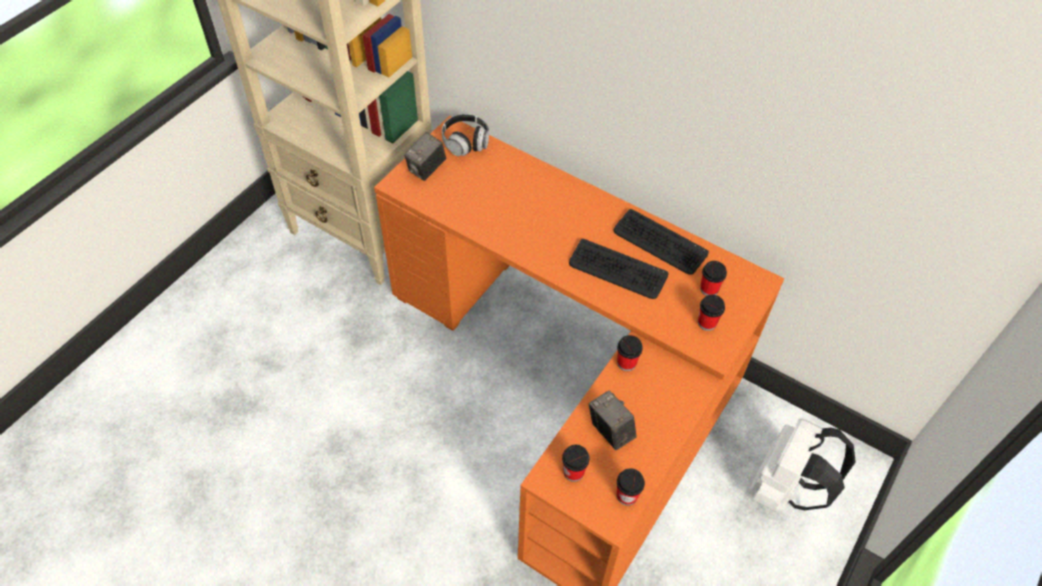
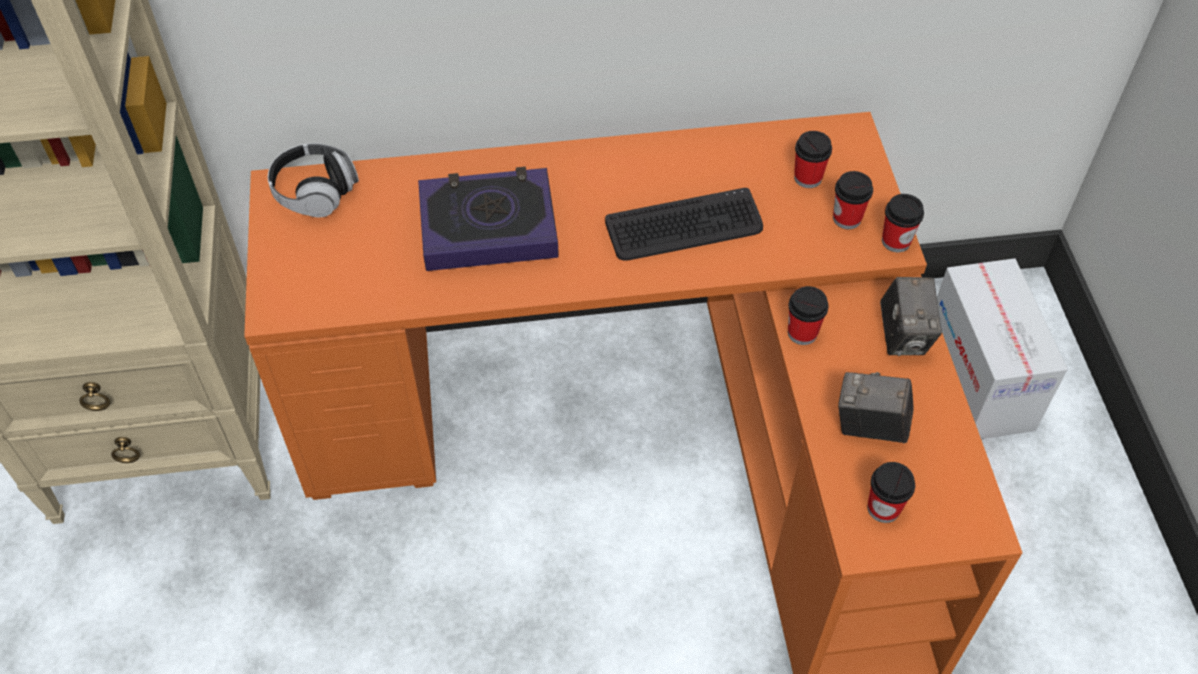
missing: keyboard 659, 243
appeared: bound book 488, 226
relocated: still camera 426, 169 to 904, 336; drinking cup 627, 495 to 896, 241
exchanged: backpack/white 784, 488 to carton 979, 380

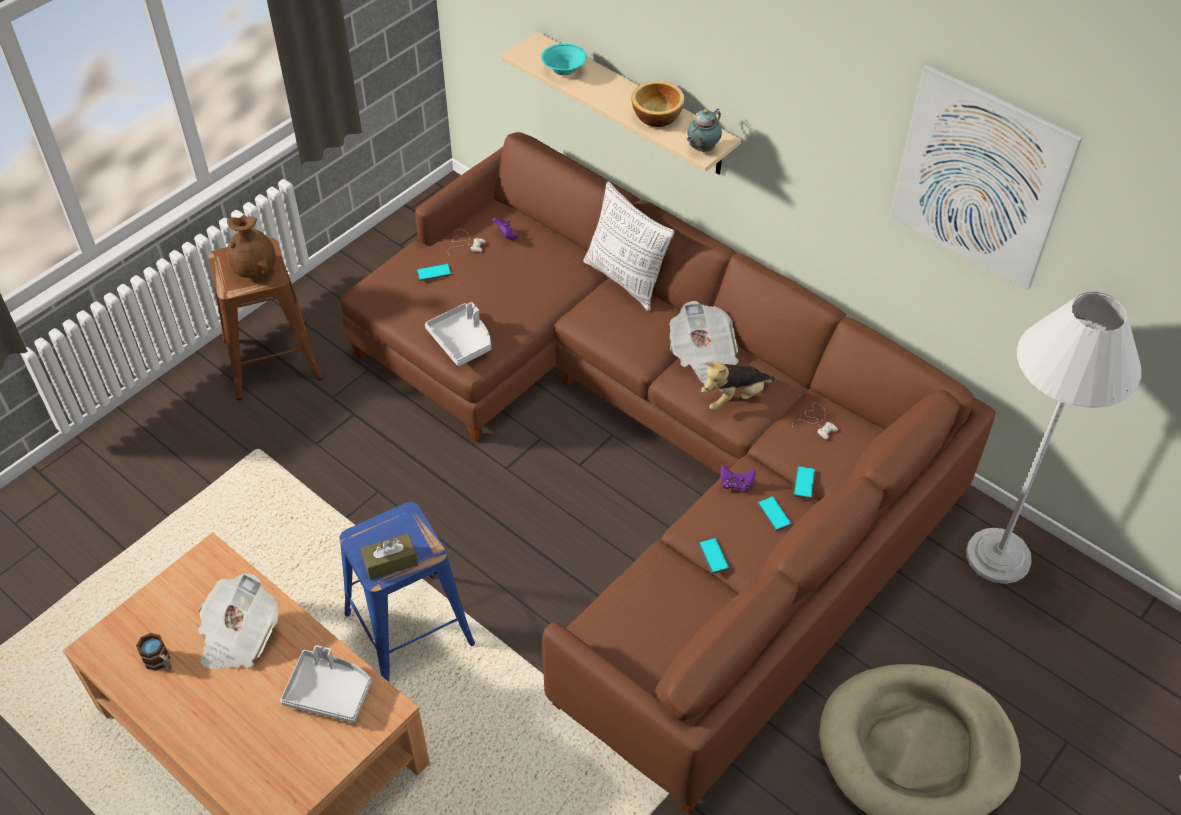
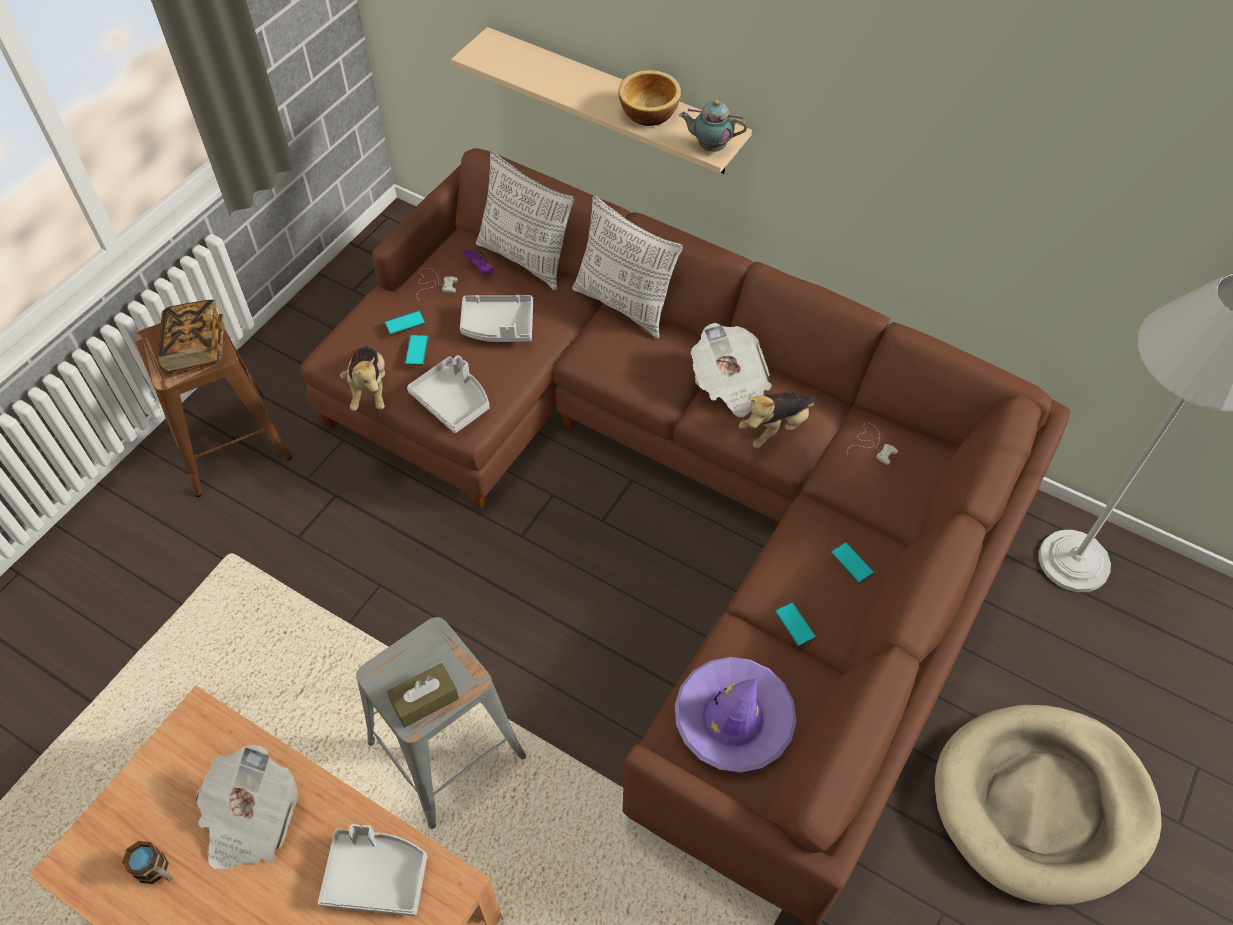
missing: bowl/turquoise-coloured 564, 71; game controller/purple 736, 484; picture 980, 178
appeared: plush toy 369, 389; carrying tray/greyish 498, 326; throw pillow 525, 259; clothing hat/purple 733, 719
relocated: telephone 804, 483 to 417, 351
exchanged: flower vase/brown-coloured 256, 269 to bound book 195, 348
colour: stool/bluish 408, 628 to stool/greyish 446, 748
spun: tea pot 701, 149 = 710, 147 75 degrees clockwise

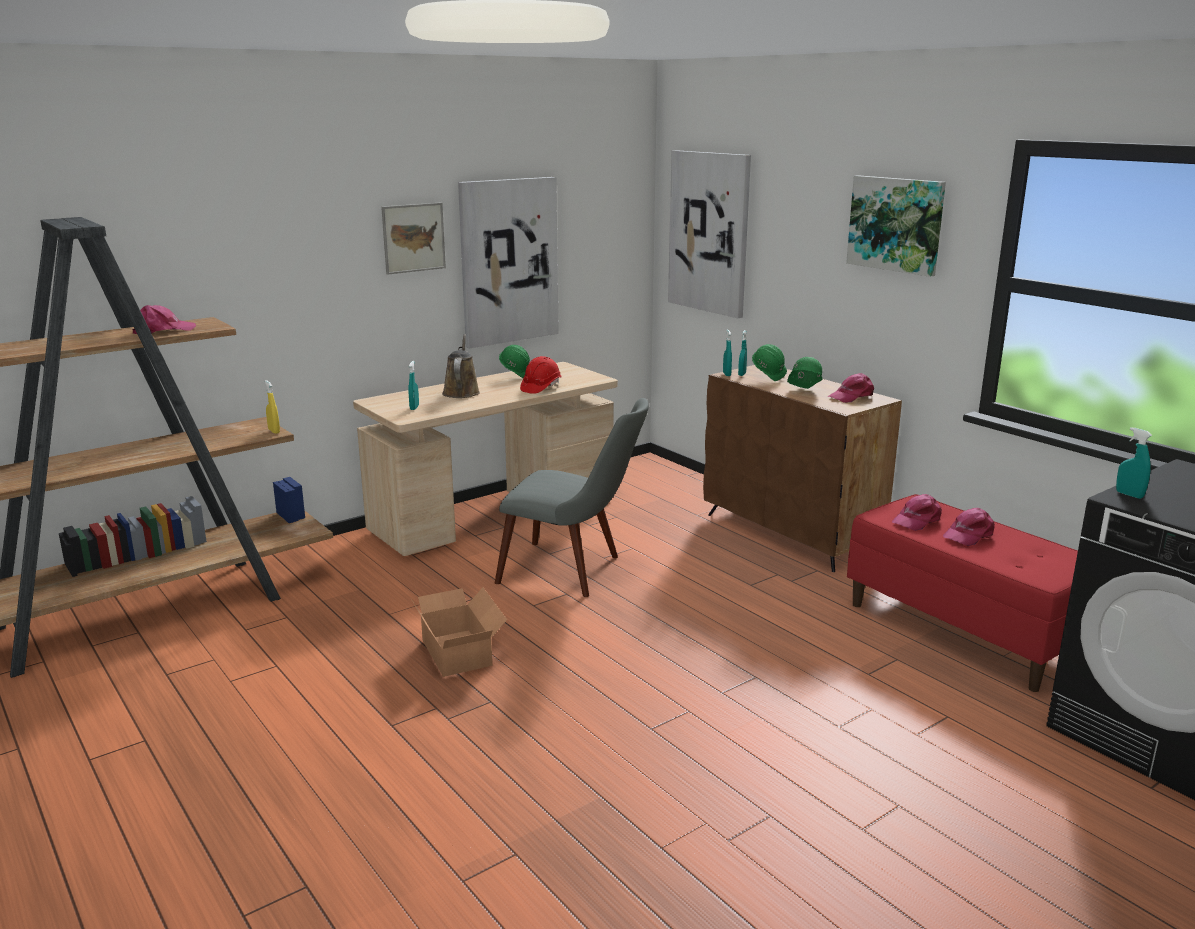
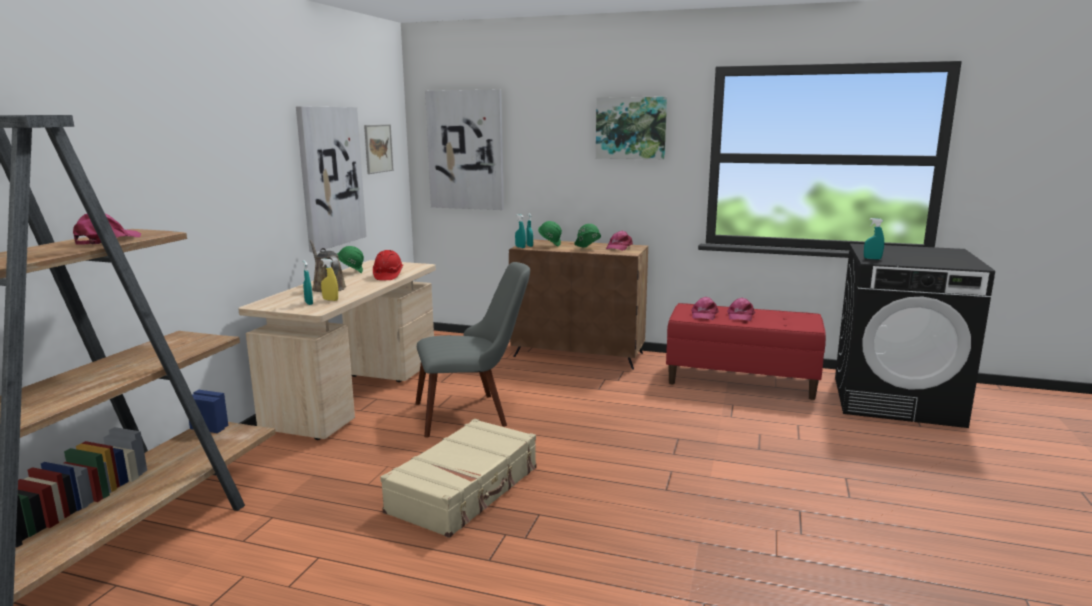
relocated: sprayer/yellow-coloured 274, 431 to 330, 300; picture 413, 238 to 378, 148
exchanged: carton 459, 651 to travel case/sand-coloured 465, 490

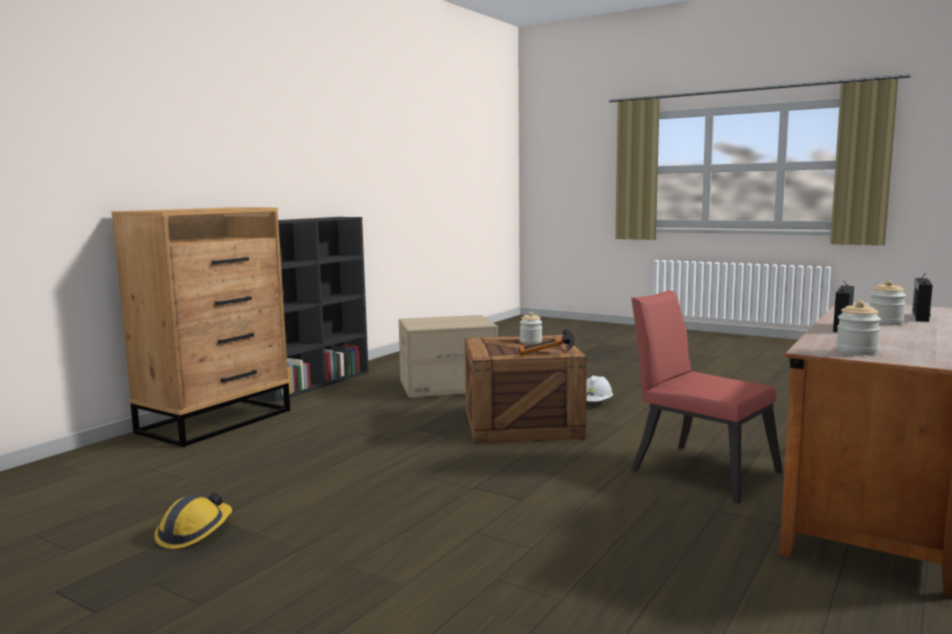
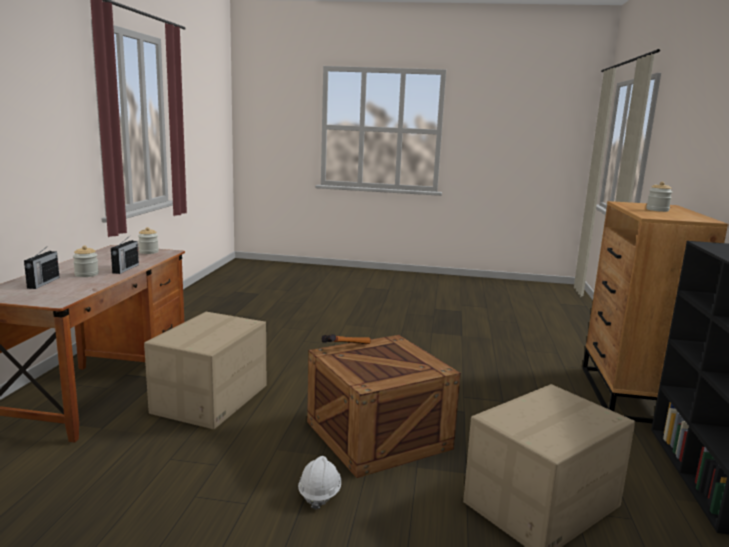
missing: safety helmet 194, 531
relocated: preserve jar 531, 342 to 657, 210
exchanged: upright chair/red-coloured 698, 469 to carton 211, 399

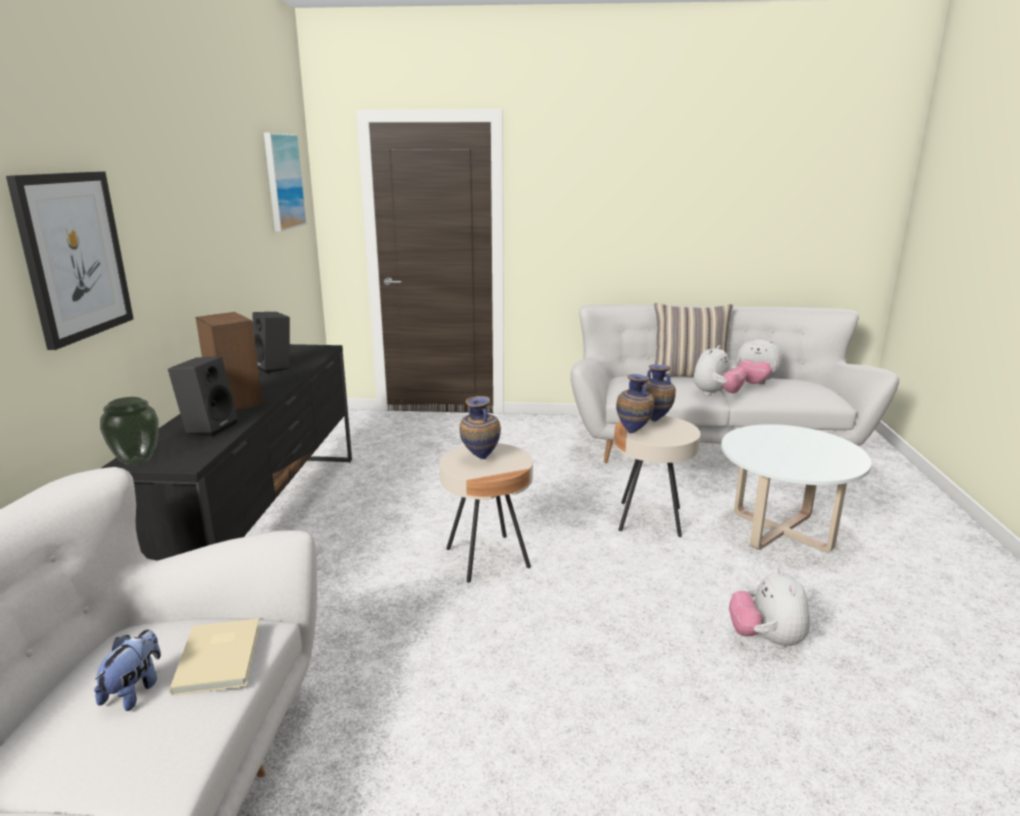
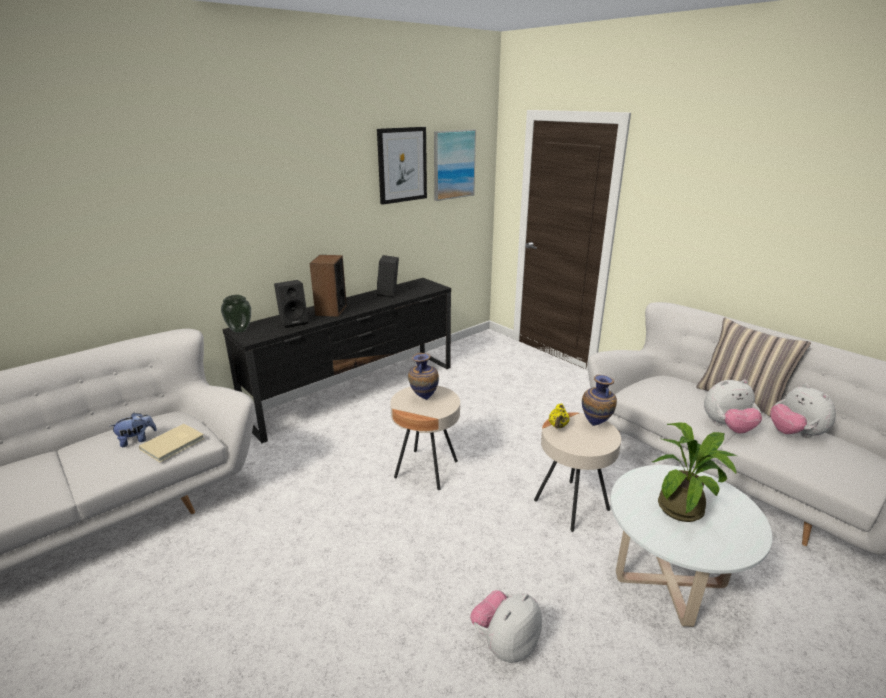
appeared: potted plant 685, 507
relocated: picture 73, 256 to 402, 165
exchanged: flower vase 634, 432 to tea pot/yellow-coloured 558, 426

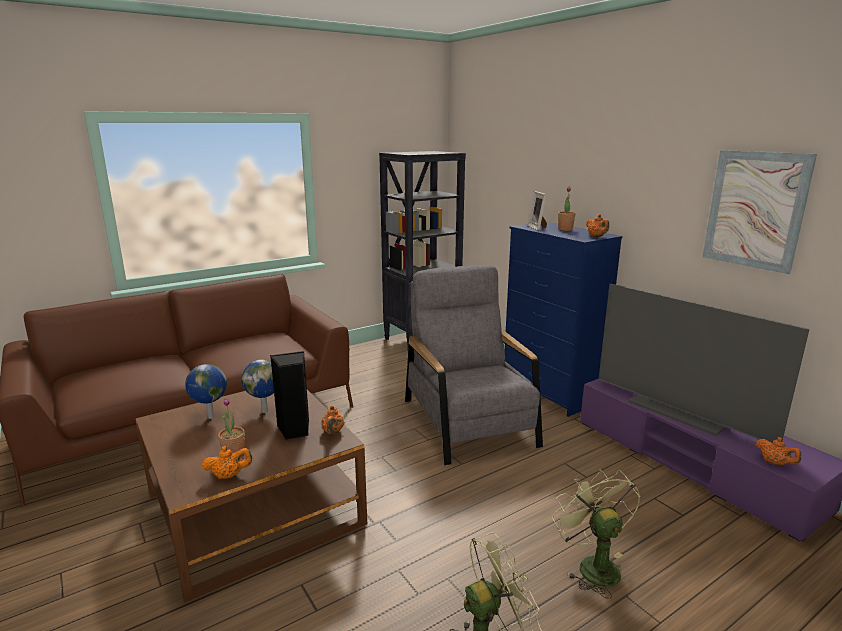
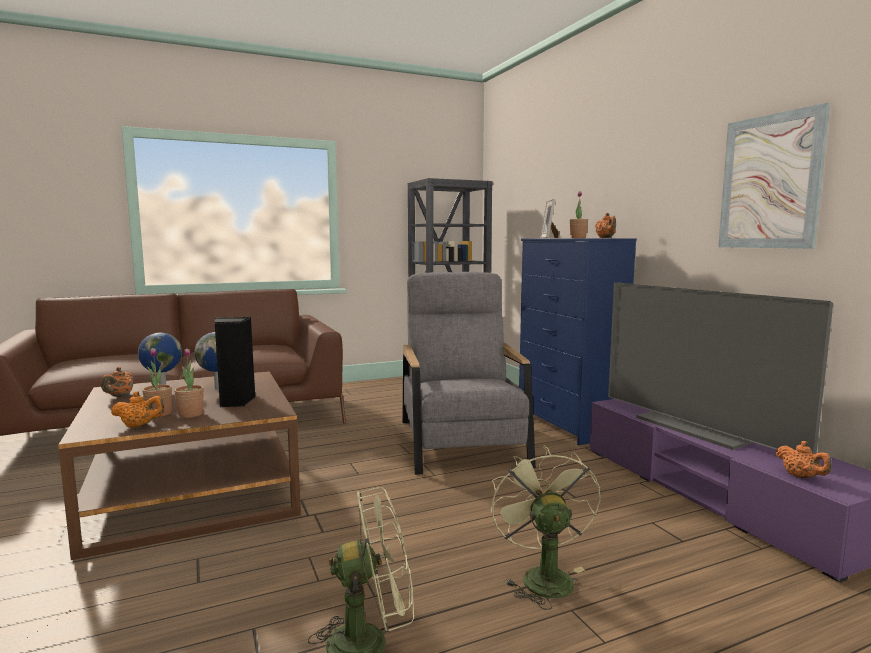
appeared: potted plant 190, 414
relocated: tea pot/orangey 333, 432 to 120, 396

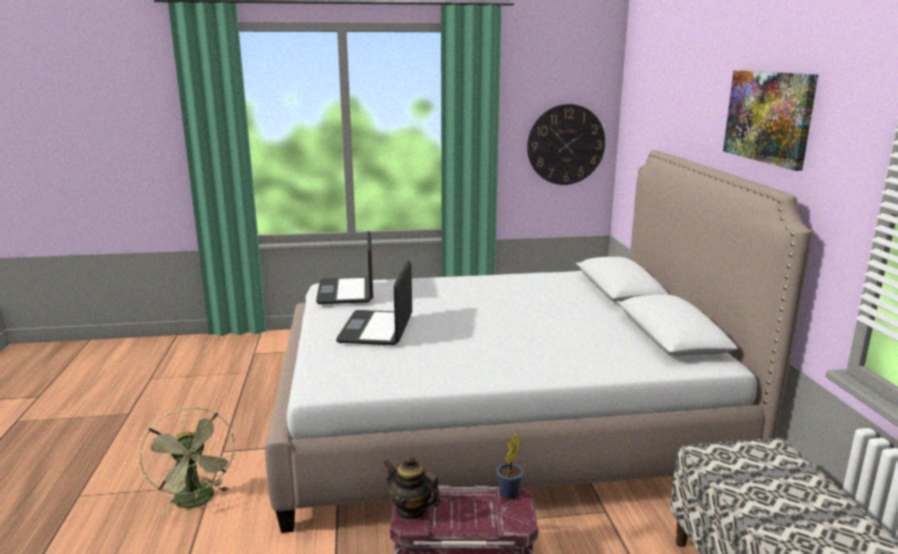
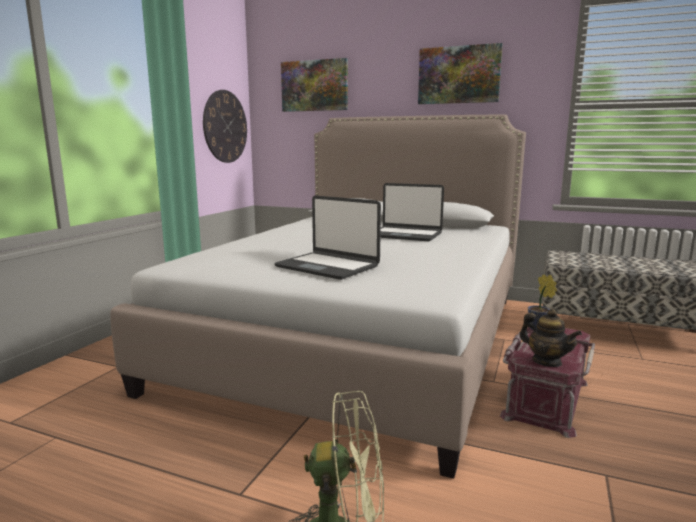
appeared: picture 314, 86
relocated: portable computer 347, 292 to 405, 235
spun: tea pot 411, 510 = 546, 361 105 degrees counterclockwise

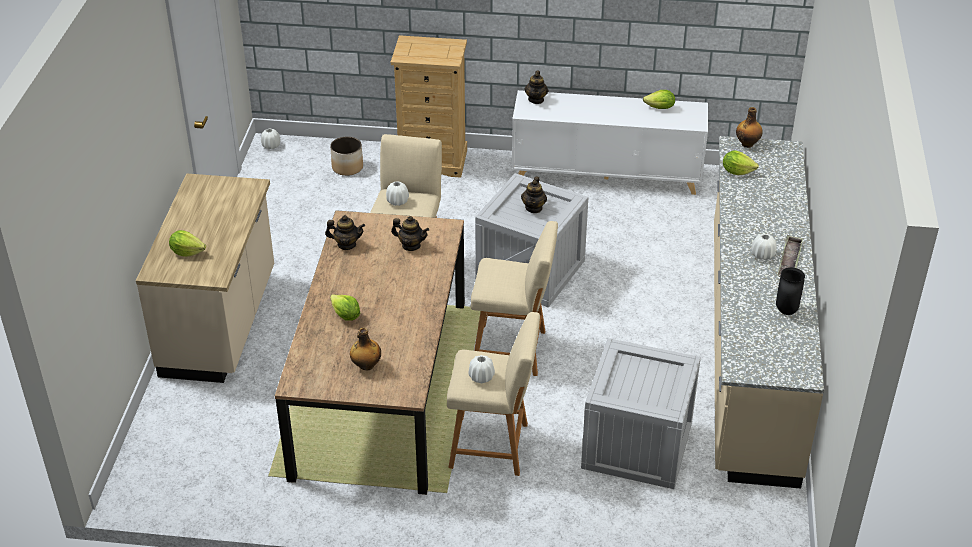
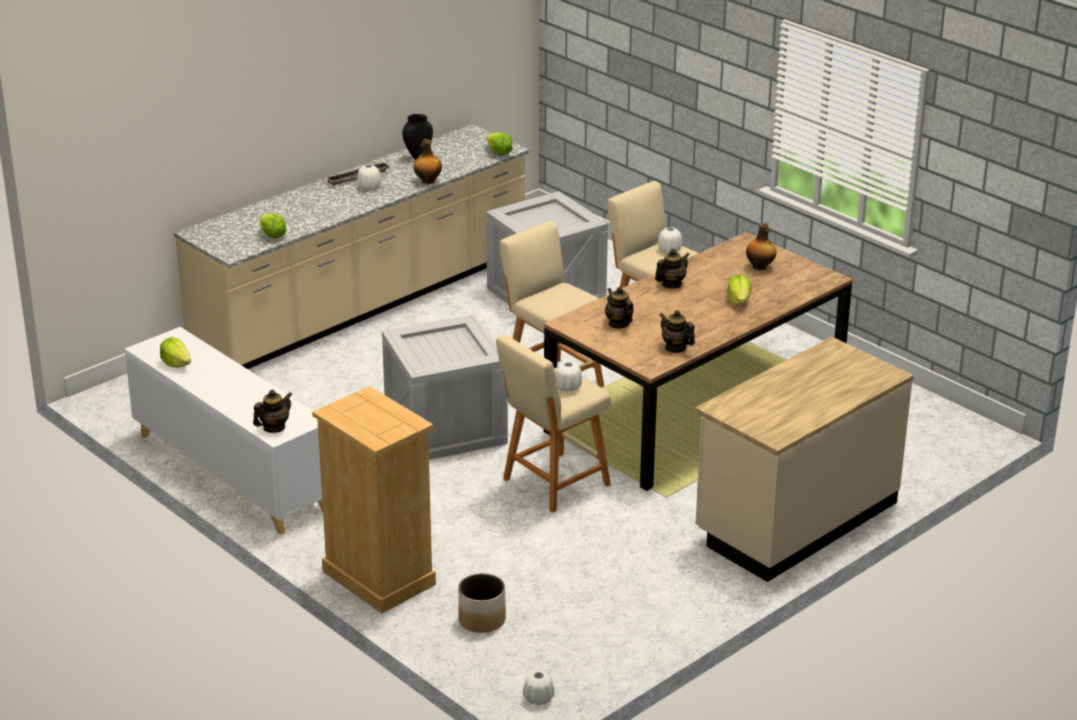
relocated: lettuce head 187, 252 to 499, 153; tea pot 534, 208 to 671, 284; bottle 747, 144 to 427, 181

